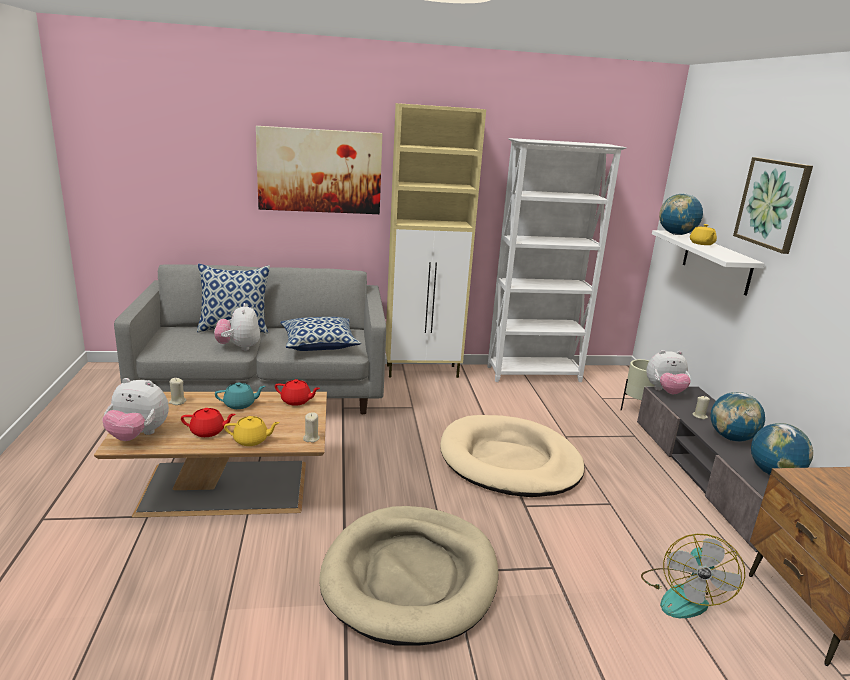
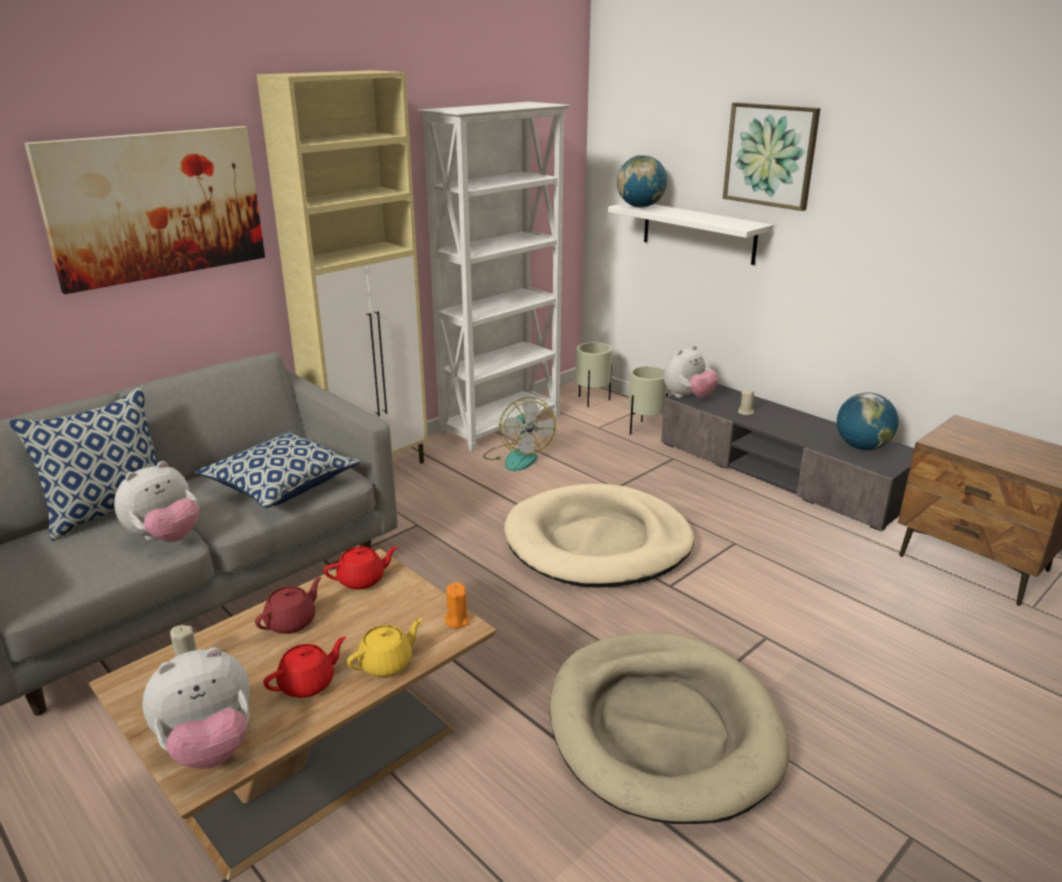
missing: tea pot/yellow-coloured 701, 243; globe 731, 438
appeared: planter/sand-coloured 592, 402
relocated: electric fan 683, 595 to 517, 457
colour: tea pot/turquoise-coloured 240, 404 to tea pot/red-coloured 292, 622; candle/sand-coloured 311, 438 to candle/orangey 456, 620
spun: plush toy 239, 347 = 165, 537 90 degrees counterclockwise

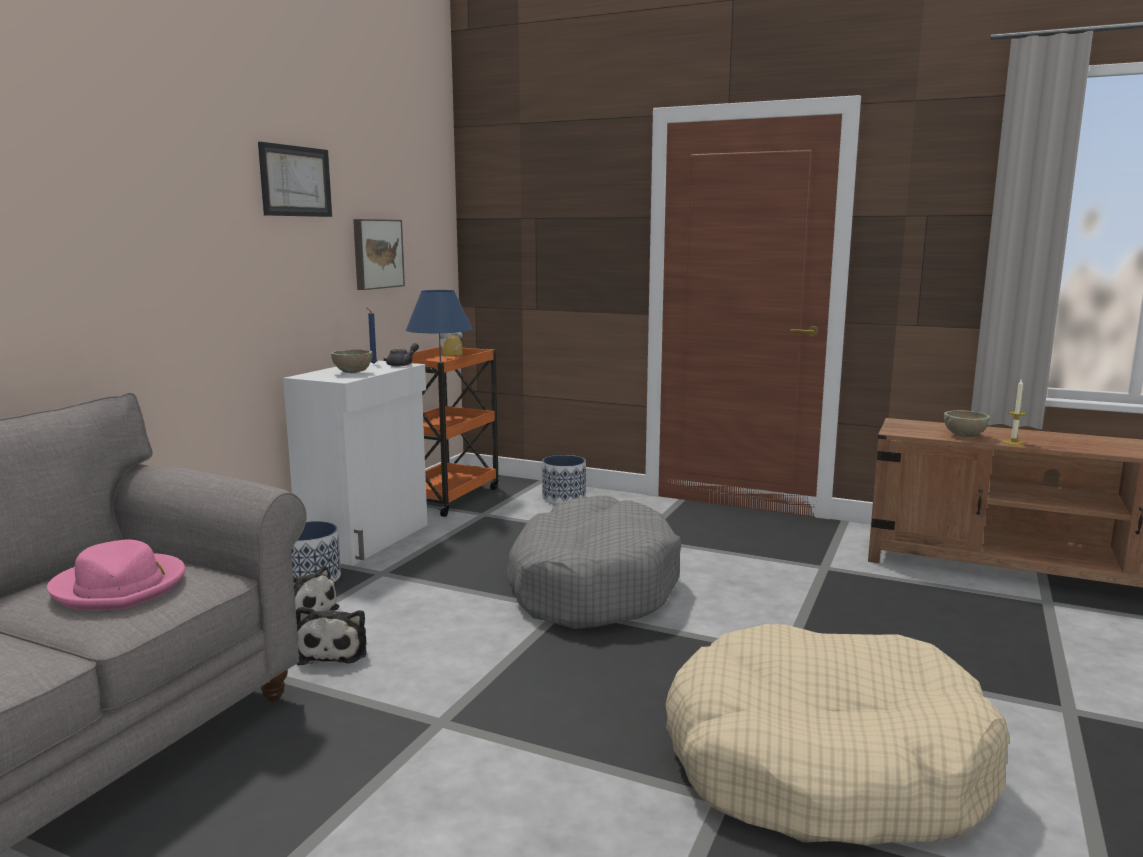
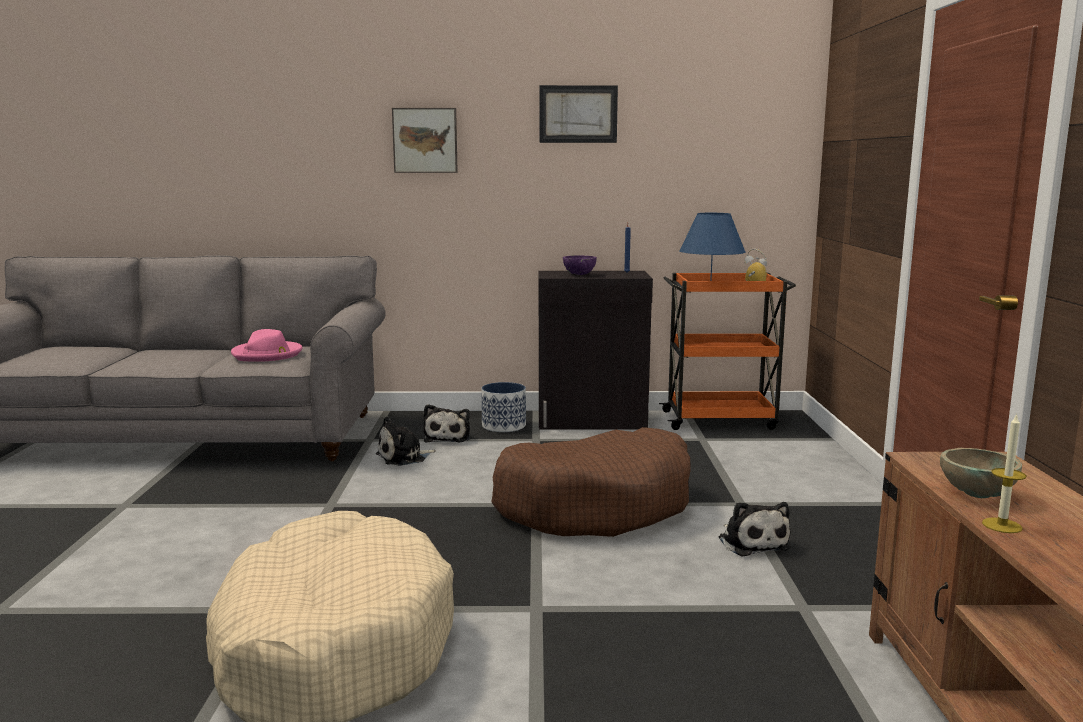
missing: tea pot/greyish 403, 364; planter 564, 498
appeared: plush toy 752, 542
relocated: picture 376, 253 to 425, 140
colour: cupboard/white 367, 539 to cupboard/black-coloured 592, 421; bowl/sand-coloured 353, 373 to bowl/purple 579, 275; dog bed/greyish 591, 586 to dog bed/brown-coloured 595, 505

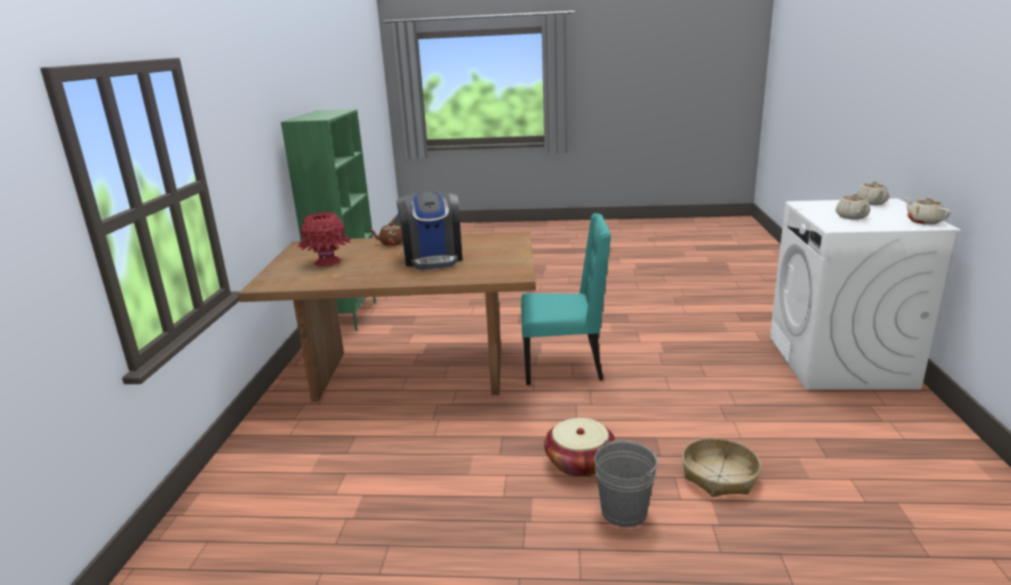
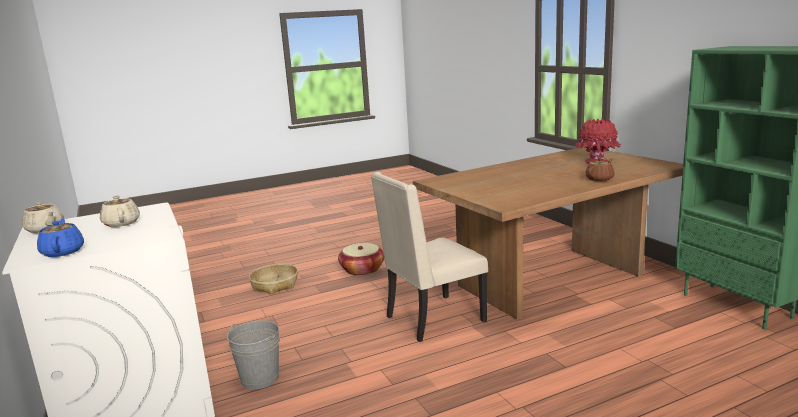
missing: coffee brewer 433, 258
relocated: water bucket/greyish 624, 511 to 259, 378
colour: upright chair/turquoise-coloured 564, 366 to upright chair/sand-coloured 432, 319; tea pot/sand-coloured 871, 203 to tea pot/bluish 63, 252

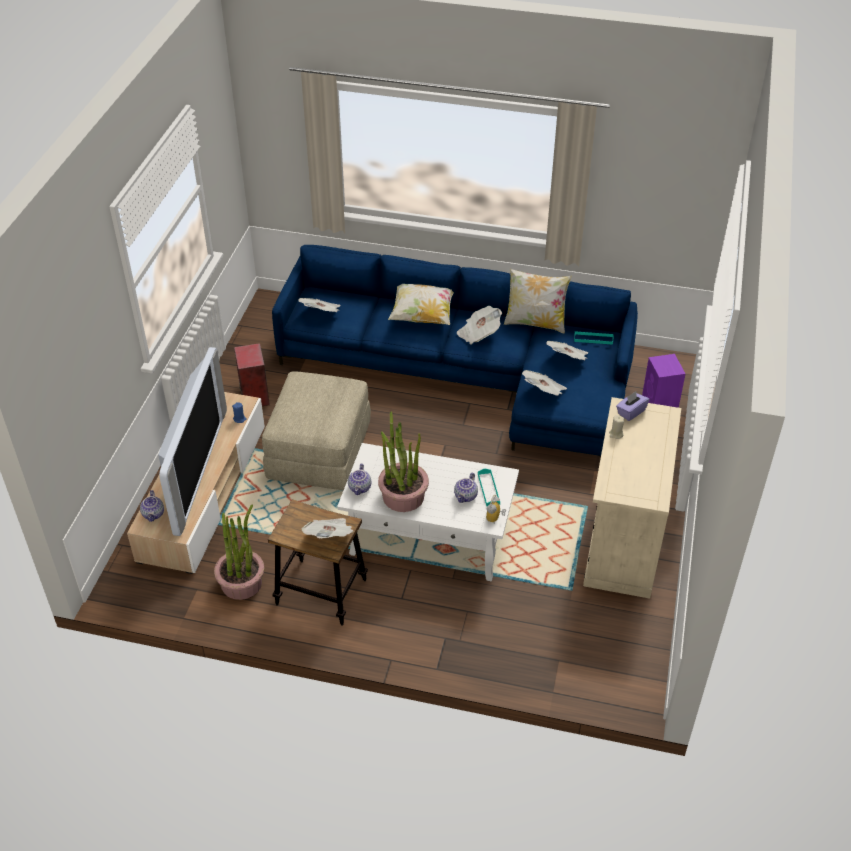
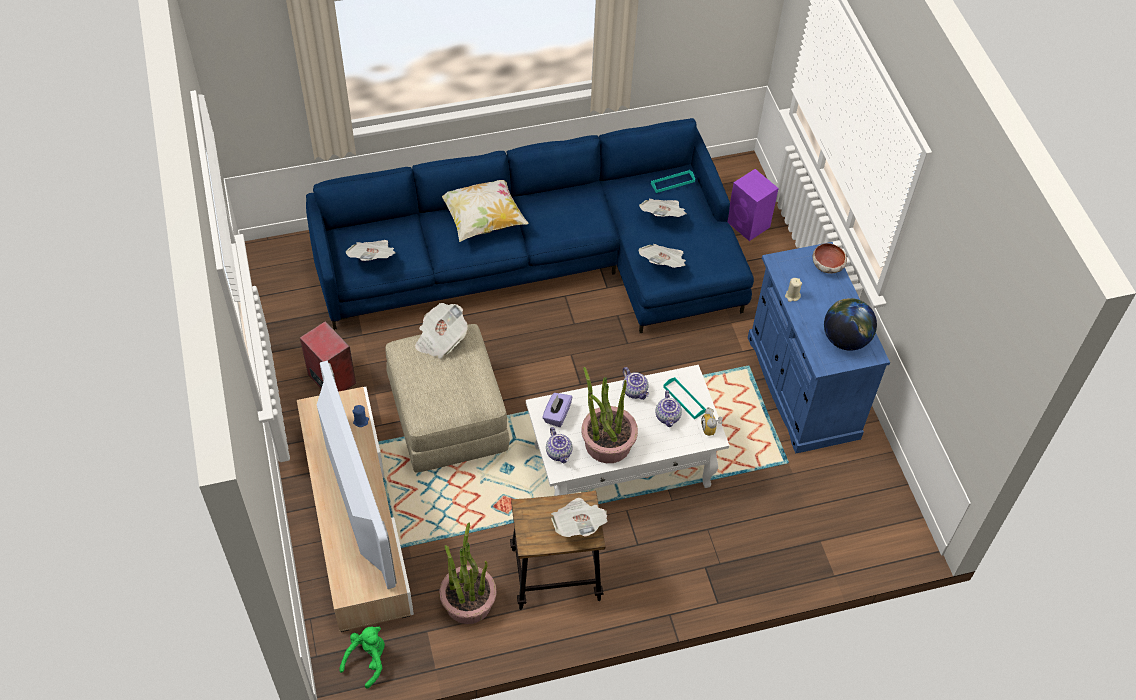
missing: throw pillow 535, 323
appeared: plush toy/green-coloured 367, 660; bowl 828, 266; globe 845, 339
relocated: tea pot 154, 514 to 635, 391; newspaper 478, 334 to 440, 339; tissue holder/purple 631, 412 to 557, 415
colour: cupboard/sand-coloured 623, 539 to cupboard/bluish 802, 387

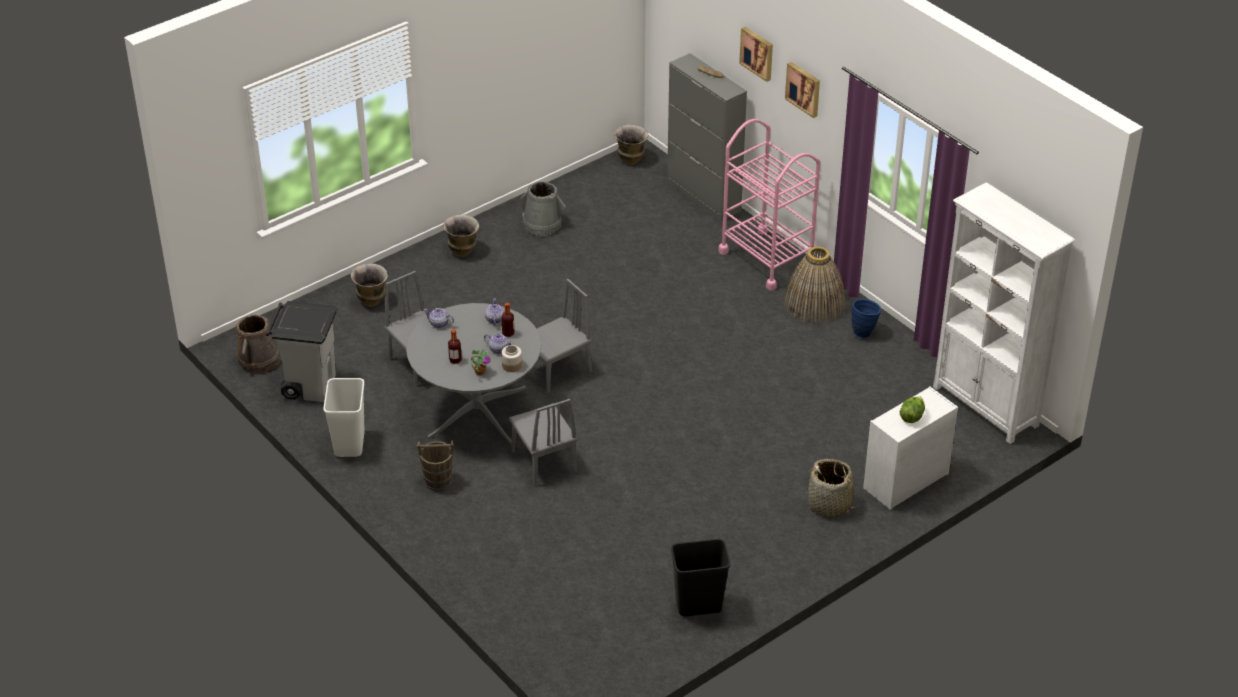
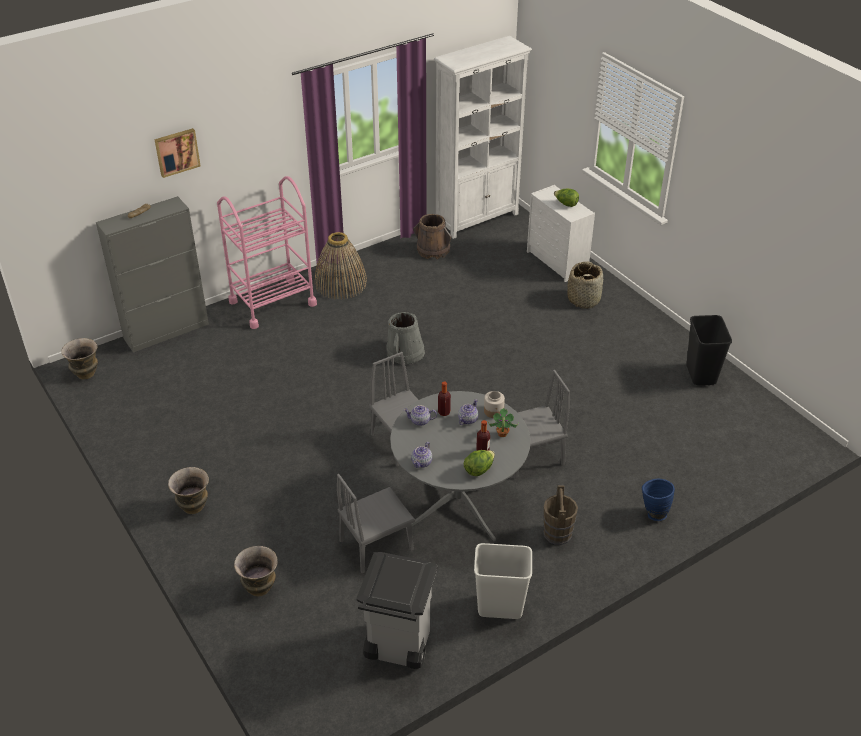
missing: picture 804, 89
appeared: lettuce head 479, 469
relocated: water bucket/brown-coloured 259, 360 to 433, 250; water bucket/greyish 542, 224 to 405, 353; flower vase/bluish 864, 332 to 653, 513

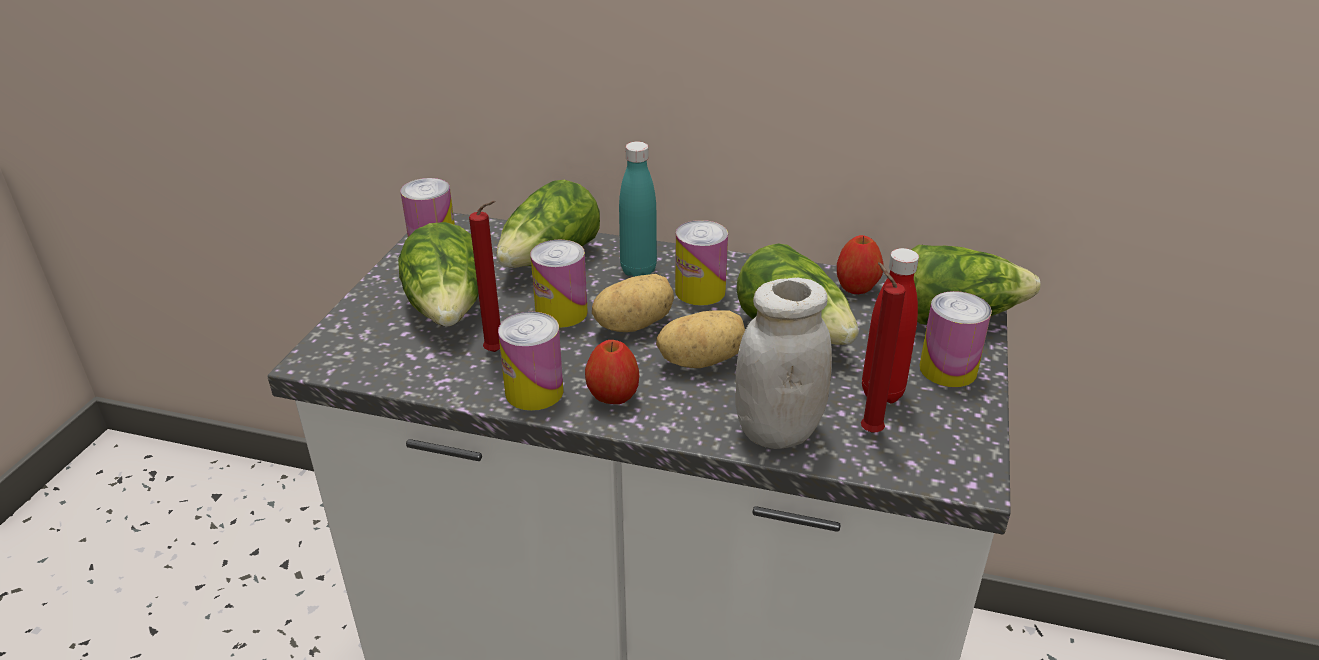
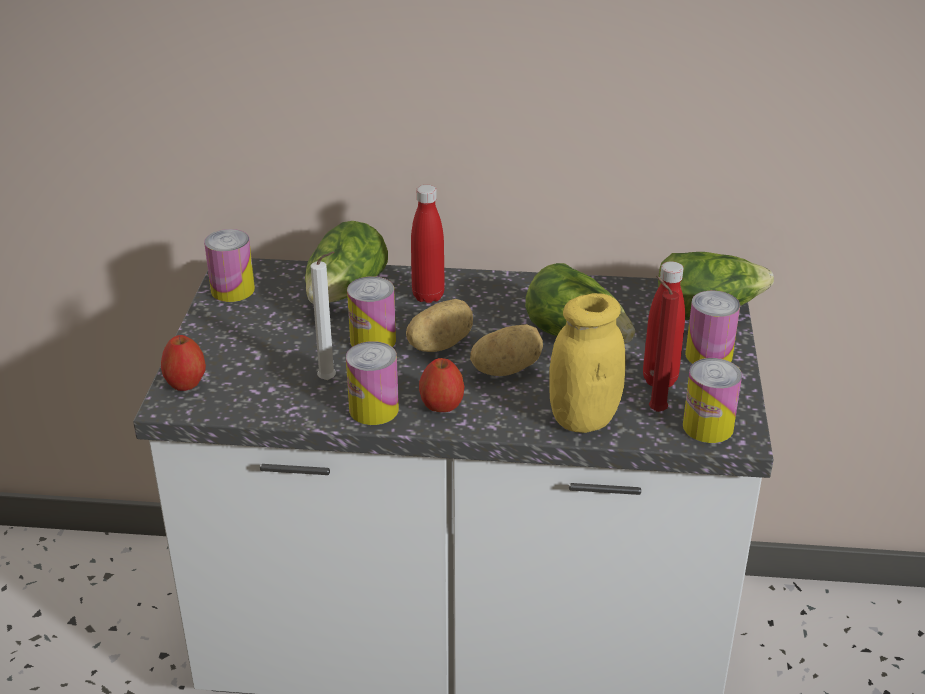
missing: lettuce head 448, 309
relocated: metal can 700, 291 to 708, 427; whole apple 856, 288 to 186, 384
colour: candle/red-coloured 498, 352 to candle/white 330, 380; bottle/turquoise-coloured 638, 270 to bottle/red-coloured 428, 296; preserve jar/white 777, 431 to preserve jar/yellow-coloured 583, 419

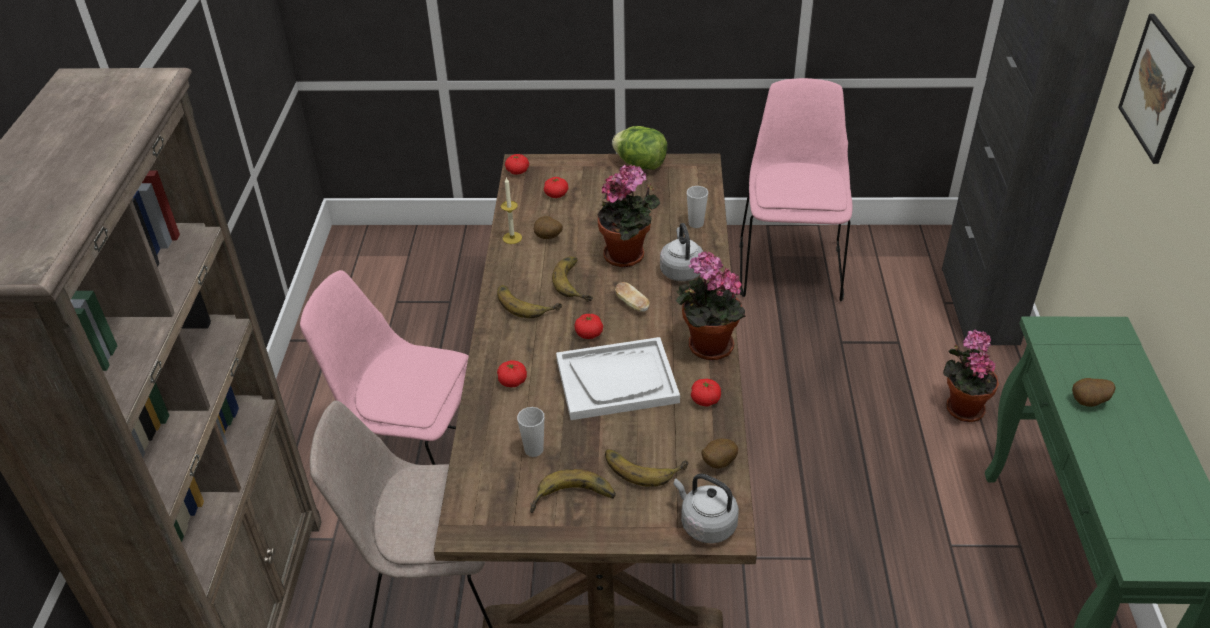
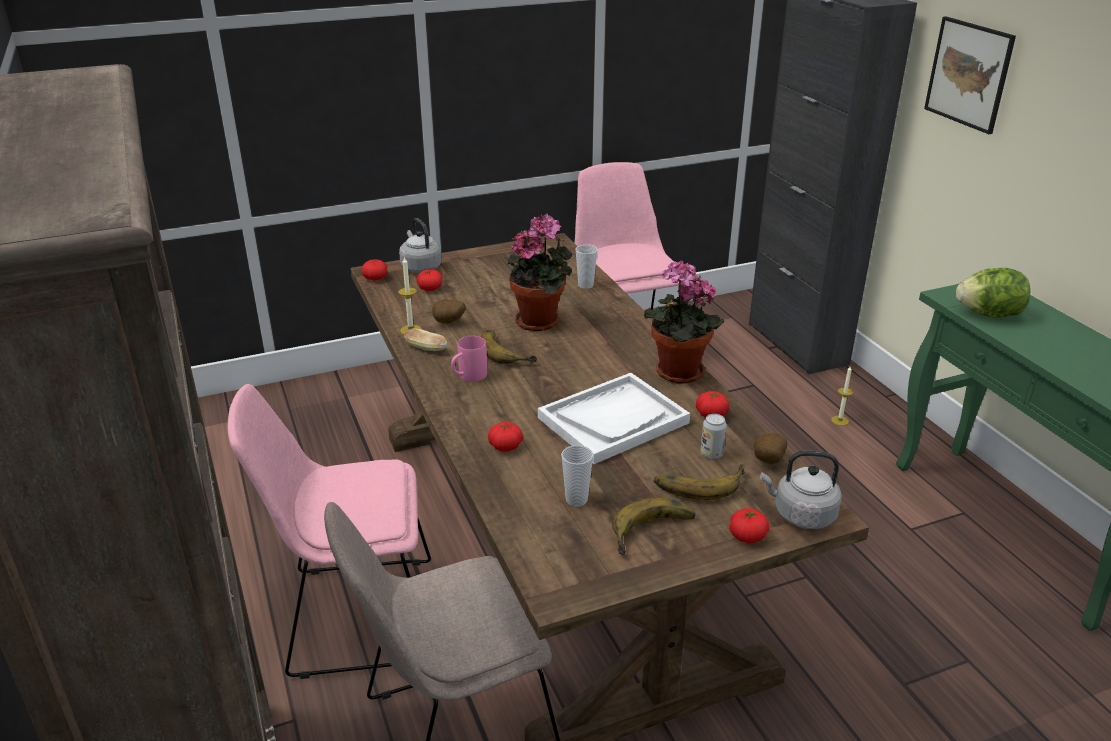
missing: potato 1089, 403
appeared: metal can 711, 454
relocated: fresh tomato 589, 334 to 747, 536; lettuce head 640, 164 to 989, 314; bakery bread 632, 304 to 426, 348; tea kettle/greyish 681, 270 to 420, 267
exchanged: banana 527, 302 to coffee mug/pink-coloured 468, 377; potted plant 962, 407 to candle 840, 420

